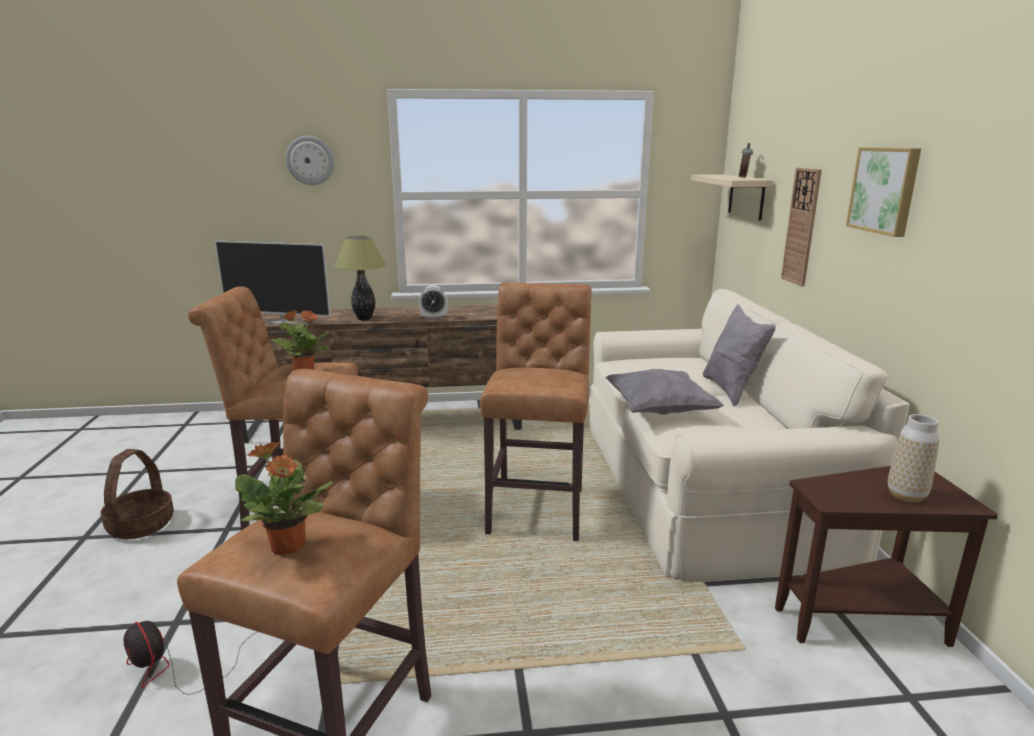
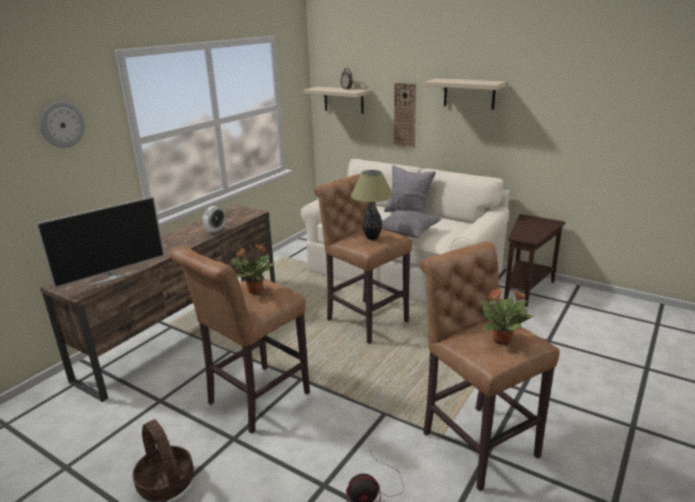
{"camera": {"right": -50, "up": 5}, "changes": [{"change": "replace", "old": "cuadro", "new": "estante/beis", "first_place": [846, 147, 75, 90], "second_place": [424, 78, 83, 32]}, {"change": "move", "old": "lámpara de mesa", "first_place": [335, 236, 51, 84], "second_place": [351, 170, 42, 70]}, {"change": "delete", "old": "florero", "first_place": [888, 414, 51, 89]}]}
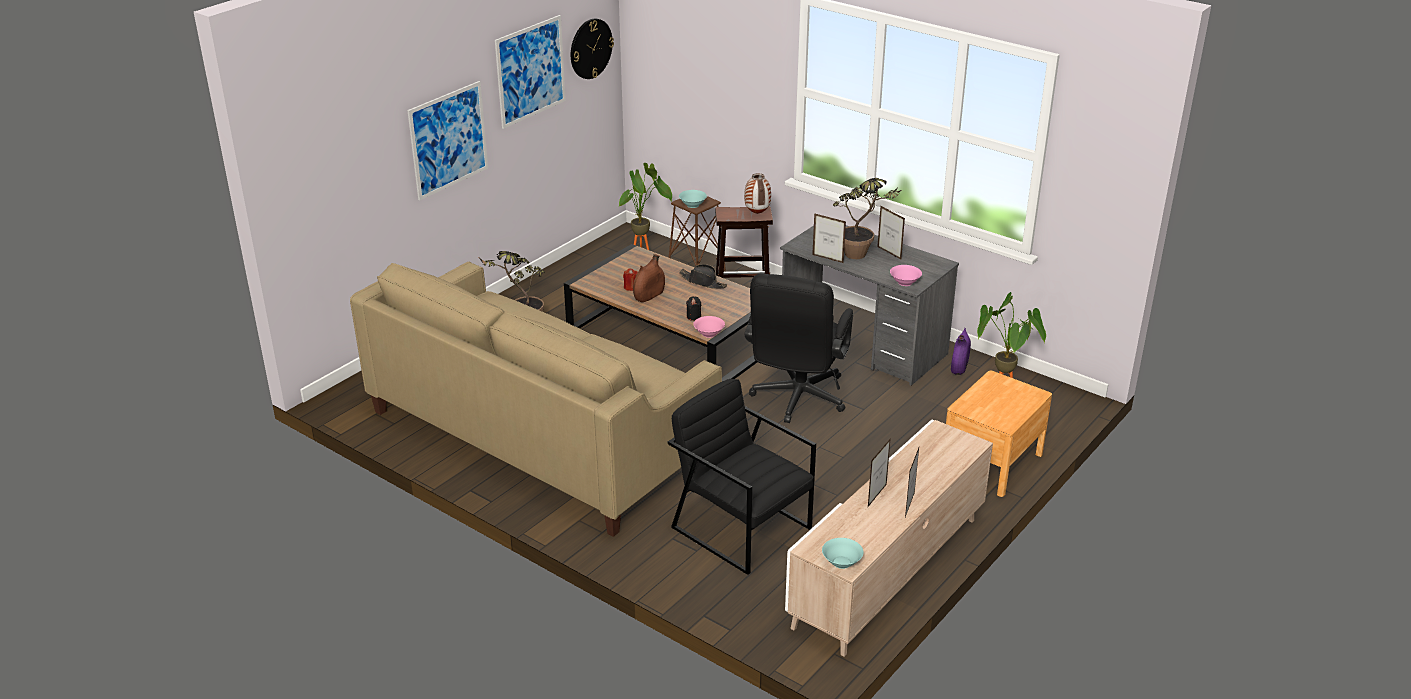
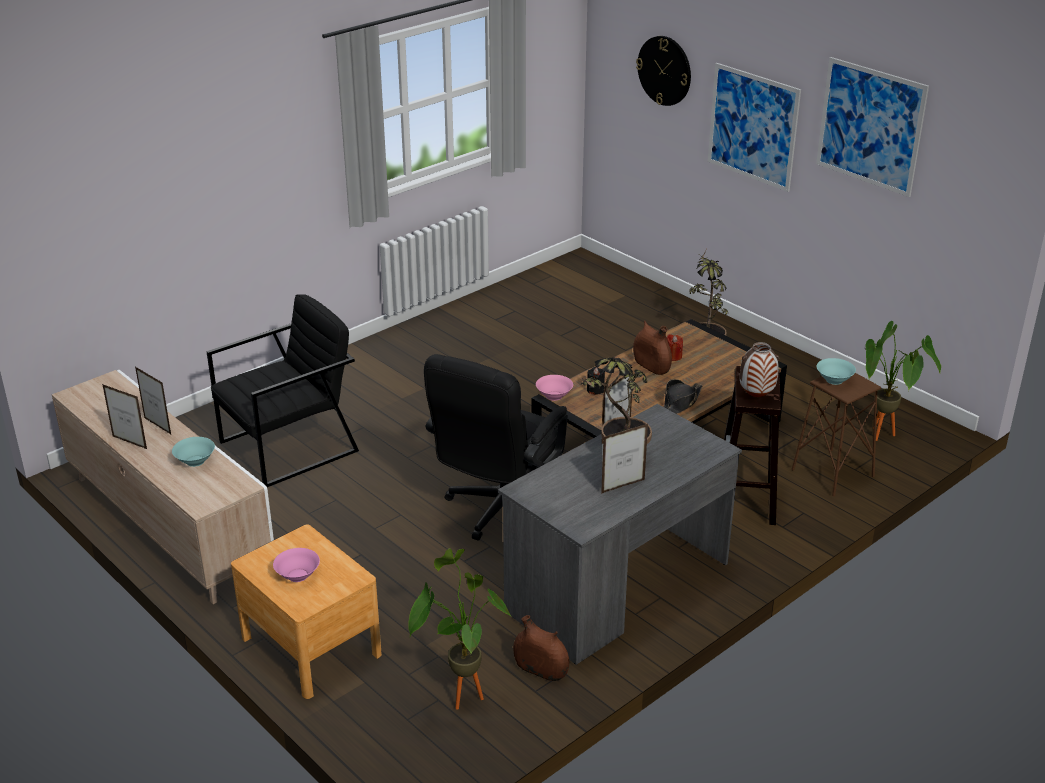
{"camera": {"right": 100, "up": 0}, "changes": [{"change": "move", "old": "reloj de pared", "first_place": [571, 19, 43, 60], "second_place": [636, 36, 55, 70]}, {"change": "delete", "old": "sofá/beis", "first_place": [350, 262, 372, 275]}, {"change": "move", "old": "cuenco/rosa", "first_place": [890, 265, 32, 21], "second_place": [273, 548, 47, 34]}, {"change": "rotate", "old": "silla de oficina/negro", "first_place": [745, 273, 108, 150], "second_place": [424, 354, 144, 187], "degrees": -90}, {"change": "recolor", "old": "florero/morado", "new": "florero/marrón", "first_place": [951, 328, 20, 47], "second_place": [513, 615, 56, 66]}, {"change": "move", "old": "cuenco/turquesa", "first_place": [822, 538, 41, 31], "second_place": [172, 437, 43, 30]}]}
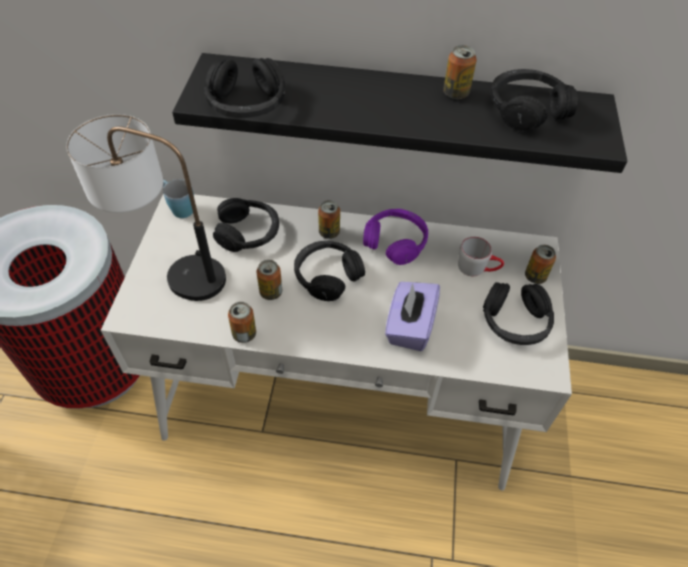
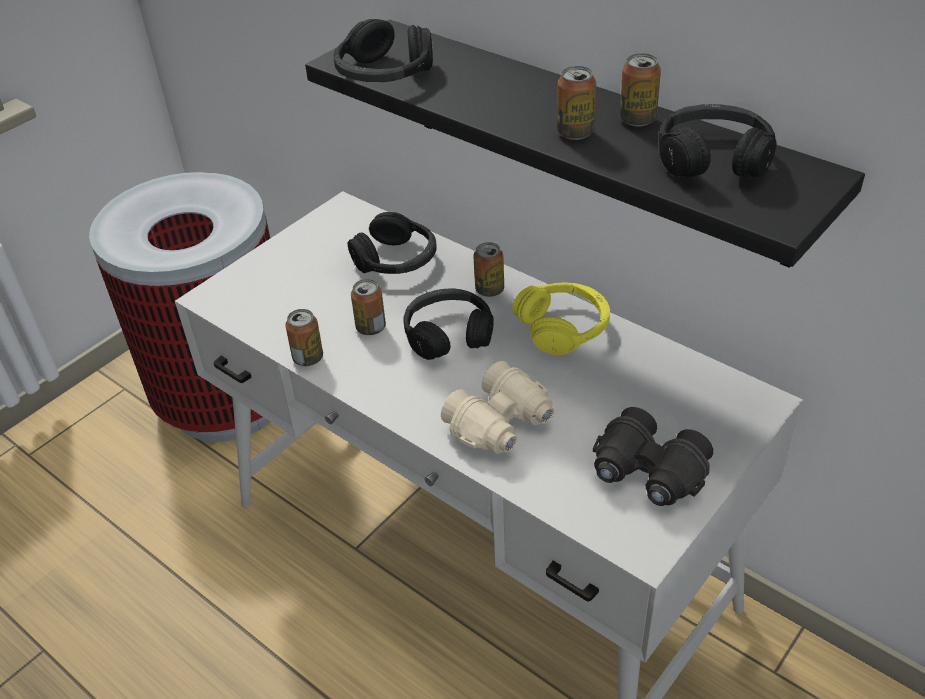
{"camera": {"right": 35, "up": -10}, "changes": [{"change": "delete", "old": "lámpara de mesa", "first_place": [66, 114, 160, 187]}, {"change": "delete", "old": "taza grande/azul", "first_place": [163, 179, 31, 39]}, {"change": "recolor", "old": "auriculares/morado", "new": "auriculares/amarillo", "first_place": [363, 209, 65, 56], "second_place": [512, 283, 98, 72]}, {"change": "delete", "old": "taza grande/gris", "first_place": [458, 236, 46, 40]}, {"change": "move", "old": "lata", "first_place": [525, 245, 31, 39], "second_place": [557, 66, 39, 74]}, {"change": "replace", "old": "caja de pañuelos/morado", "new": "prismáticos/beis", "first_place": [385, 282, 55, 69], "second_place": [441, 361, 113, 93]}, {"change": "replace", "old": "auriculares/negro", "new": "prismáticos/negro", "first_place": [483, 282, 71, 63], "second_place": [593, 407, 120, 99]}]}
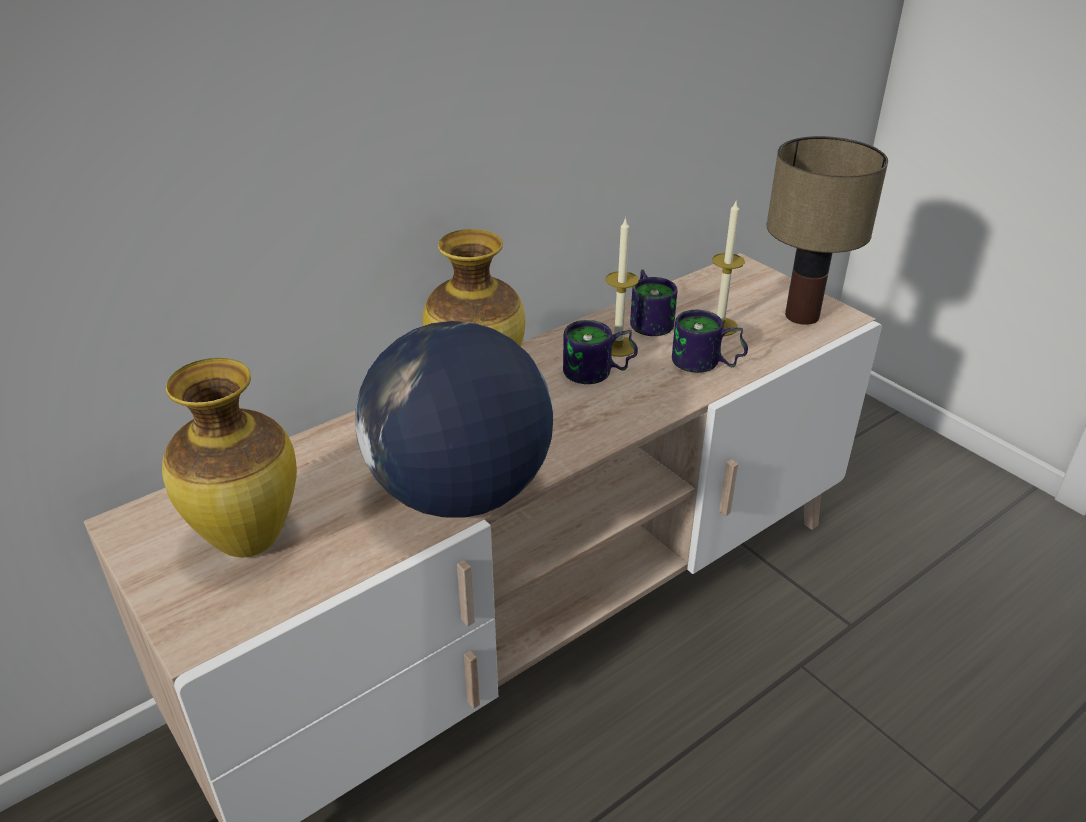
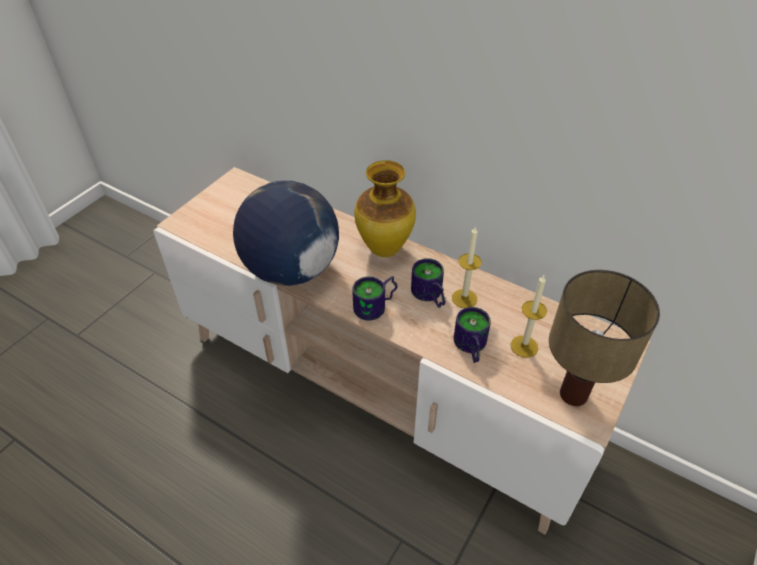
{"camera": {"right": 70, "up": 10}, "changes": [{"change": "move", "old": "taza grande", "first_place": [630, 270, 47, 66], "second_place": [352, 276, 45, 45]}, {"change": "delete", "old": "florero", "first_place": [162, 358, 135, 199]}]}
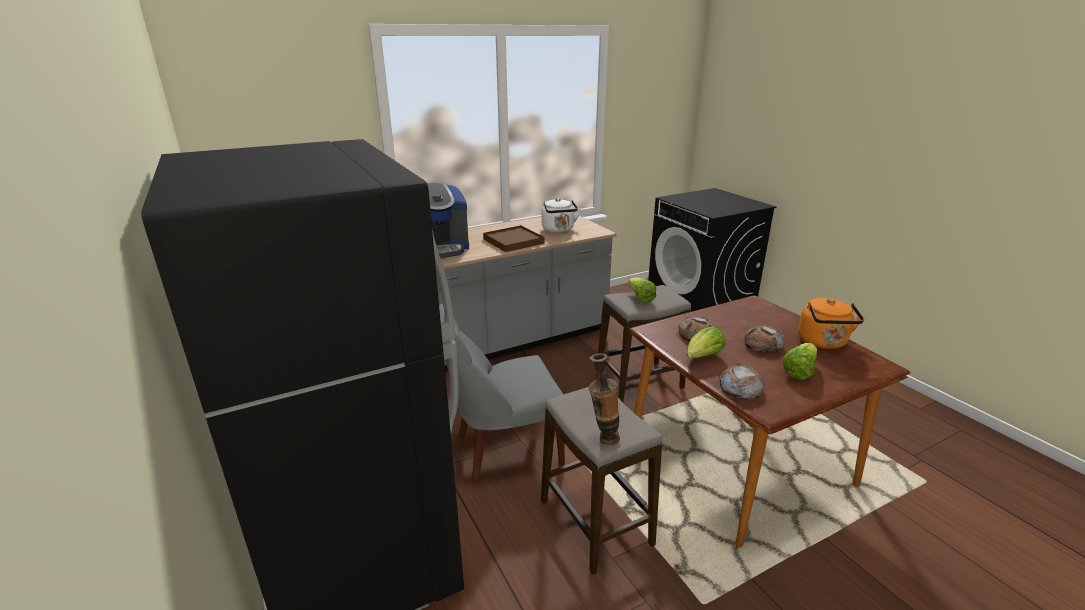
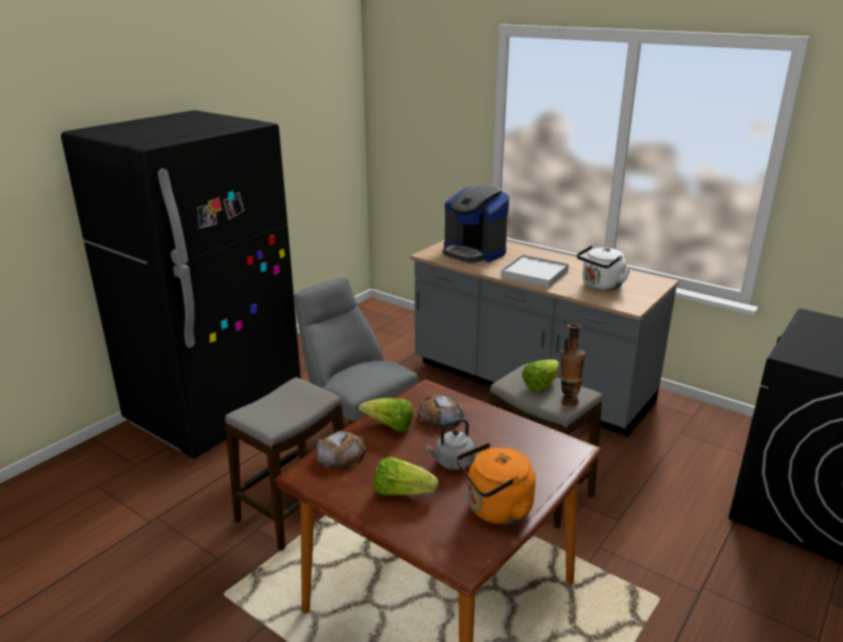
{"camera": {"right": 65, "up": 0}, "changes": [{"change": "recolor", "old": "bandeja/marrón", "new": "bandeja/blanco", "first_place": [483, 225, 61, 27], "second_place": [501, 255, 68, 33]}, {"change": "replace", "old": "pan", "new": "hervidor/gris", "first_place": [744, 325, 40, 28], "second_place": [425, 419, 50, 51]}, {"change": "move", "old": "florero", "first_place": [589, 353, 31, 93], "second_place": [561, 324, 25, 82]}]}
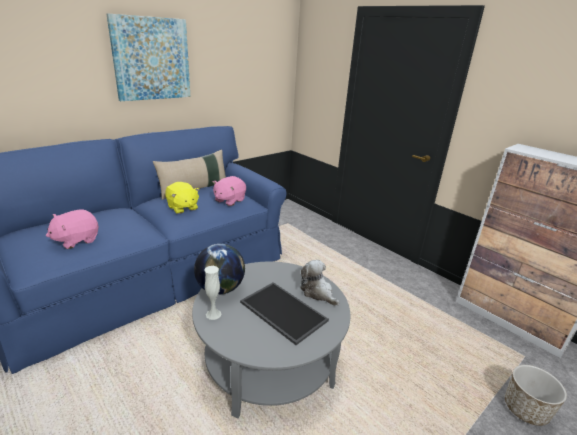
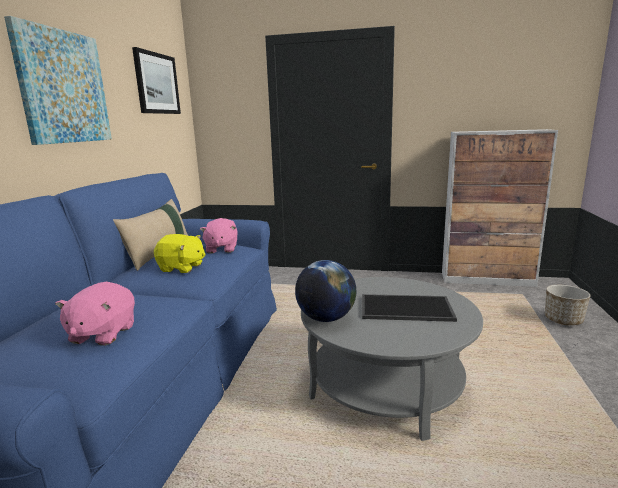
{"camera": {"right": -35, "up": -10}, "changes": [{"change": "delete", "old": "peluche", "first_place": [300, 260, 39, 46]}, {"change": "delete", "old": "florero/blanco", "first_place": [204, 266, 18, 54]}, {"change": "insert", "new": "cuadro", "second_place": [132, 47, 49, 67]}]}
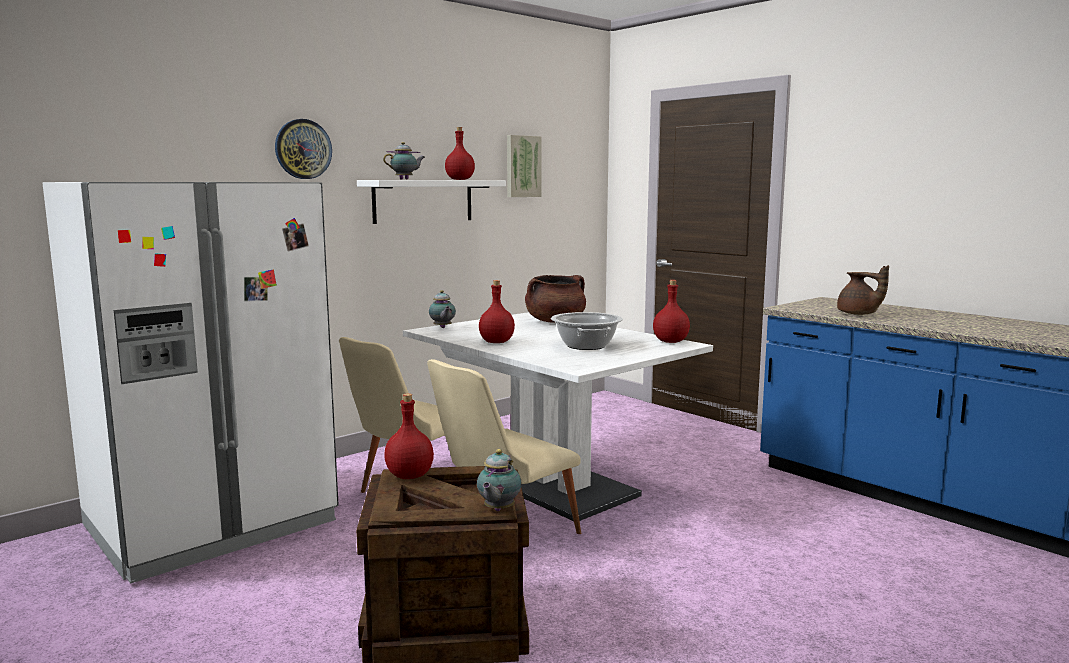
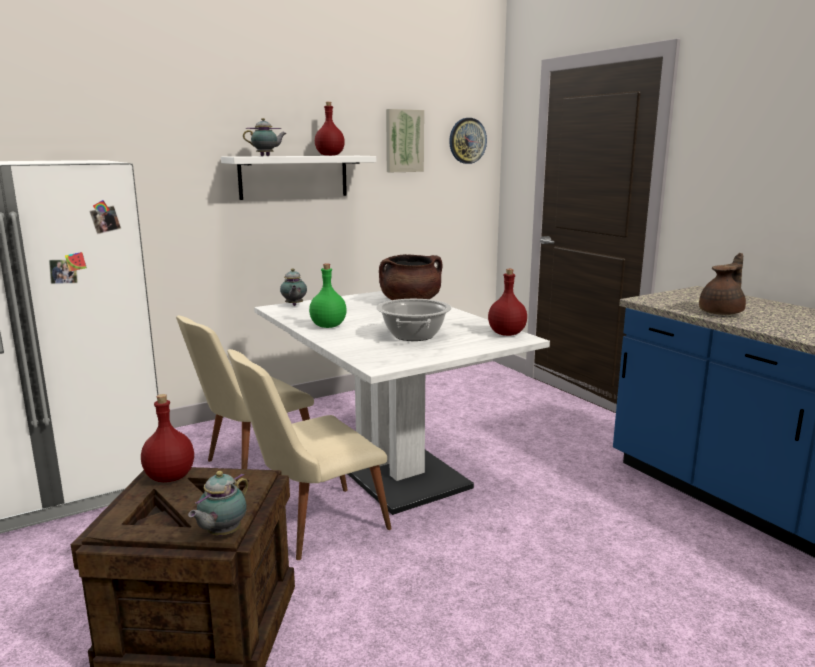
{"camera": {"right": 10, "up": 5}, "changes": [{"change": "move", "old": "reloj de pared", "first_place": [275, 119, 57, 60], "second_place": [449, 118, 38, 46]}, {"change": "rotate", "old": "tetera/marrón", "first_place": [837, 265, 52, 50], "second_place": [699, 253, 47, 62], "degrees": -105}, {"change": "recolor", "old": "botella/rojo", "new": "botella/verde", "first_place": [479, 280, 36, 63], "second_place": [309, 263, 38, 65]}]}
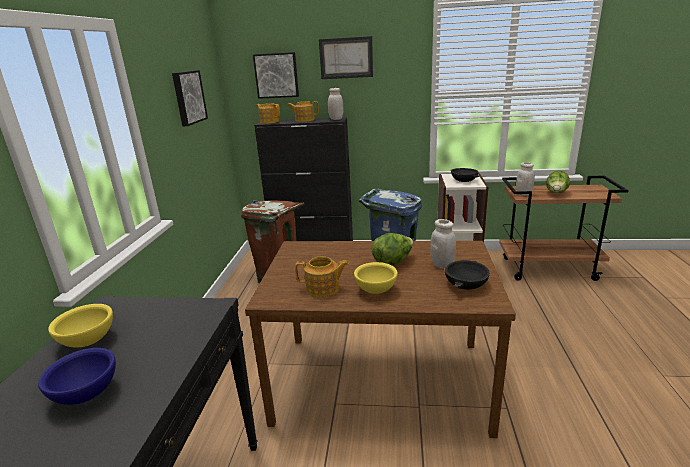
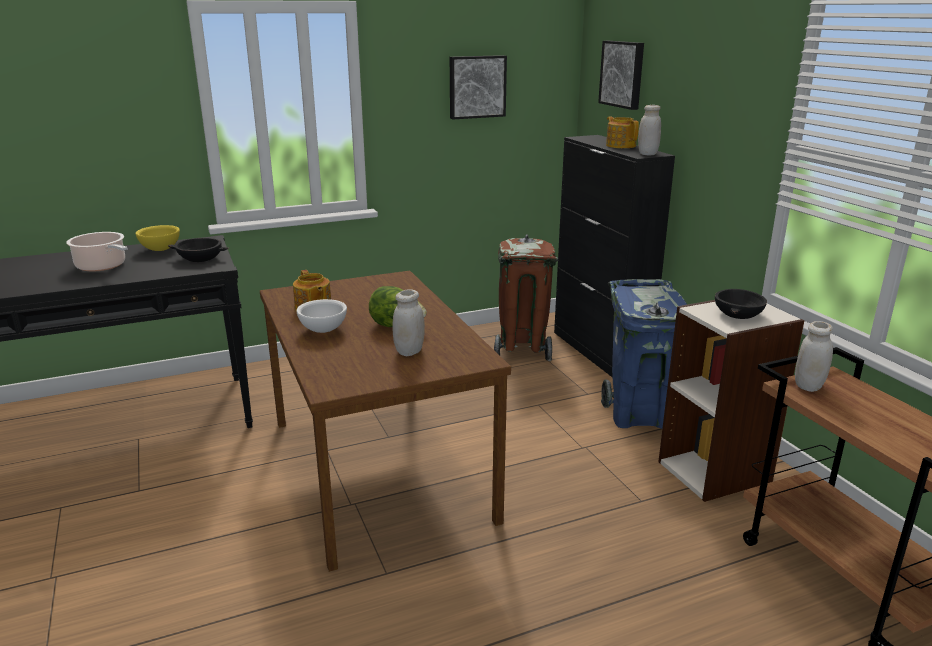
{"camera": {"right": 60, "up": 0}, "changes": [{"change": "delete", "old": "cuadro", "first_place": [319, 36, 54, 43]}, {"change": "delete", "old": "tetera", "first_place": [256, 103, 24, 21]}, {"change": "delete", "old": "lechuga", "first_place": [546, 171, 24, 22]}, {"change": "move", "old": "cuenco/negro", "first_place": [445, 260, 45, 30], "second_place": [168, 238, 61, 24]}, {"change": "recolor", "old": "cuenco/amarillo", "new": "cuenco/blanco", "first_place": [354, 262, 44, 32], "second_place": [296, 299, 51, 34]}, {"change": "replace", "old": "cuenco/azul", "new": "olla", "first_place": [38, 348, 78, 57], "second_place": [66, 232, 62, 39]}]}
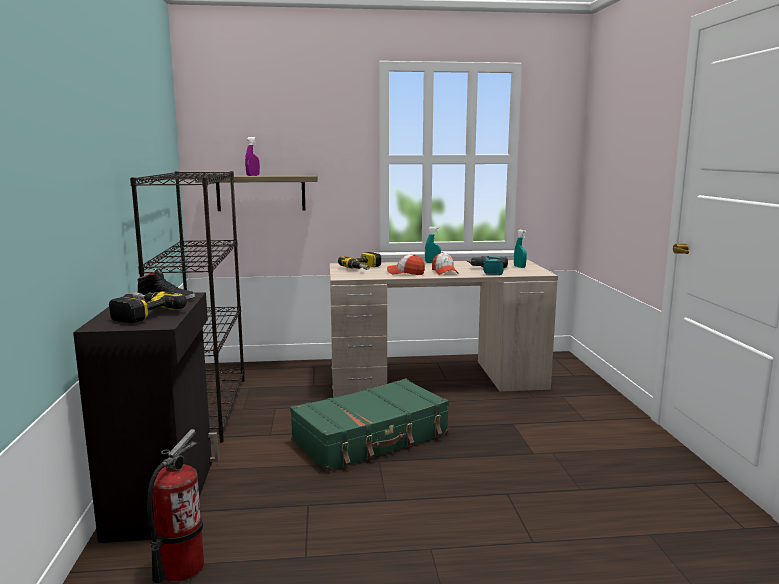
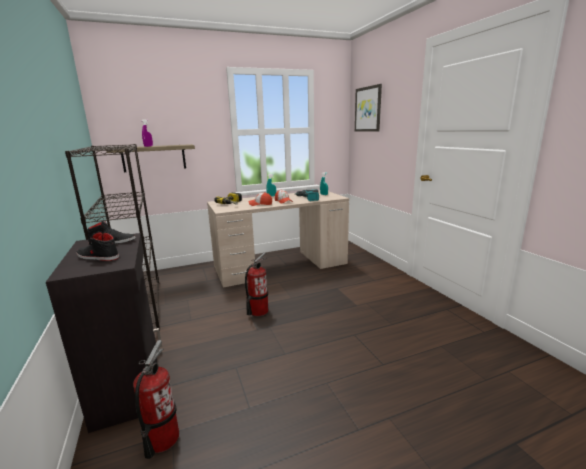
{"camera": {"right": -15, "up": 5}, "changes": [{"change": "replace", "old": "taladro", "new": "zapato/negro", "first_place": [109, 291, 78, 32], "second_place": [76, 231, 43, 30]}, {"change": "replace", "old": "maleta/verde", "new": "extintor", "first_place": [290, 378, 159, 94], "second_place": [245, 252, 23, 64]}, {"change": "insert", "new": "cuadro", "second_place": [355, 84, 27, 48]}]}
